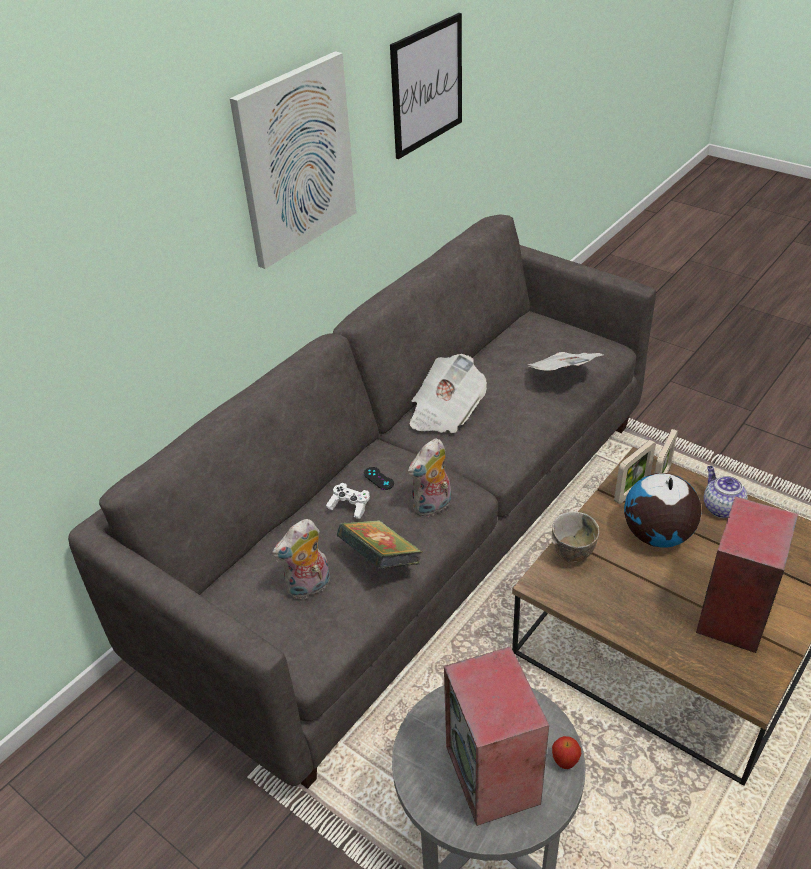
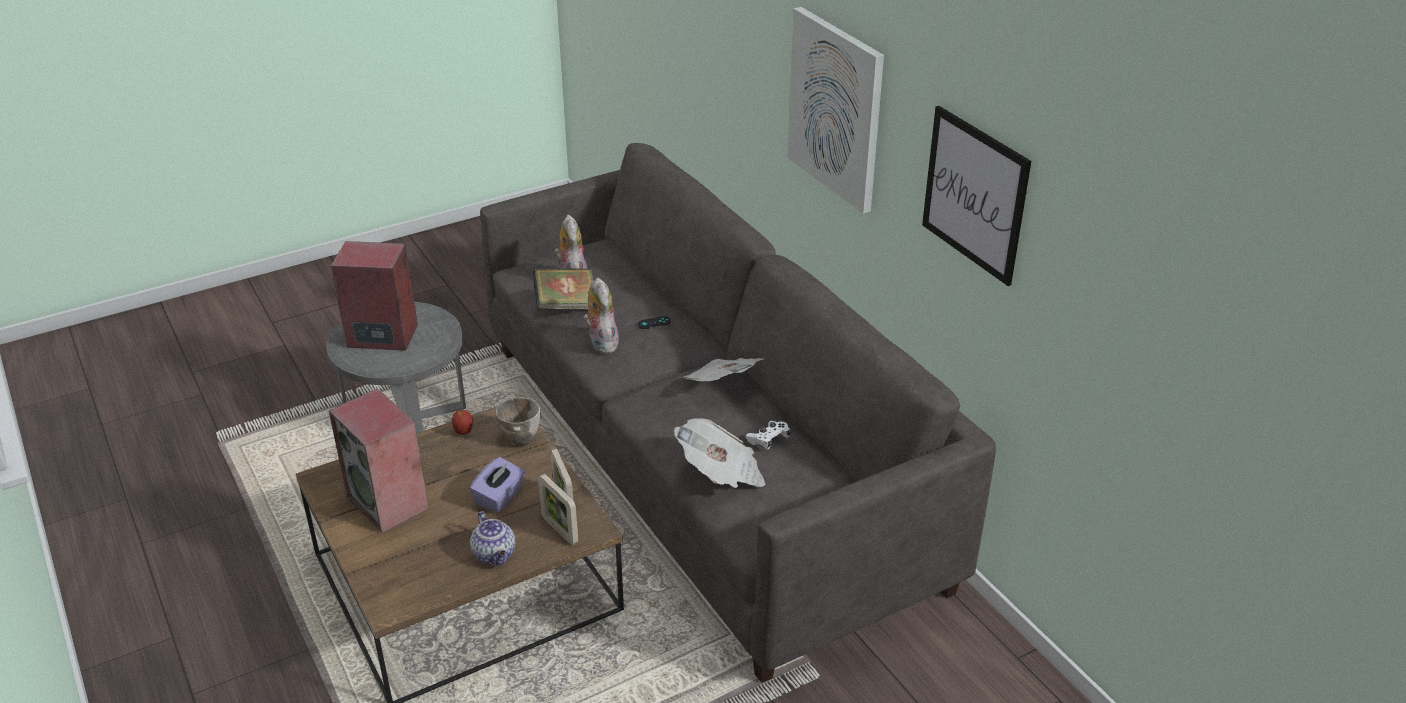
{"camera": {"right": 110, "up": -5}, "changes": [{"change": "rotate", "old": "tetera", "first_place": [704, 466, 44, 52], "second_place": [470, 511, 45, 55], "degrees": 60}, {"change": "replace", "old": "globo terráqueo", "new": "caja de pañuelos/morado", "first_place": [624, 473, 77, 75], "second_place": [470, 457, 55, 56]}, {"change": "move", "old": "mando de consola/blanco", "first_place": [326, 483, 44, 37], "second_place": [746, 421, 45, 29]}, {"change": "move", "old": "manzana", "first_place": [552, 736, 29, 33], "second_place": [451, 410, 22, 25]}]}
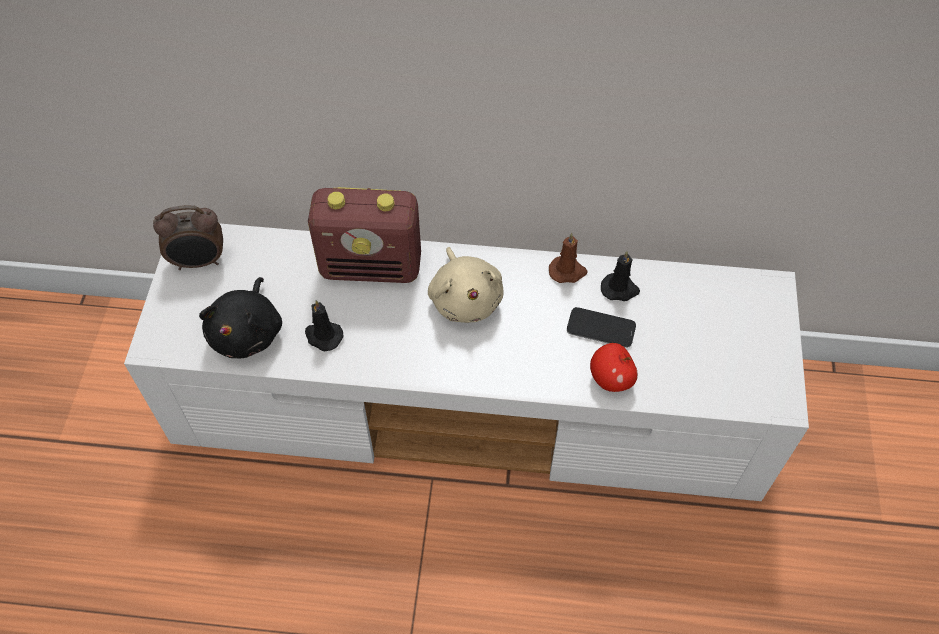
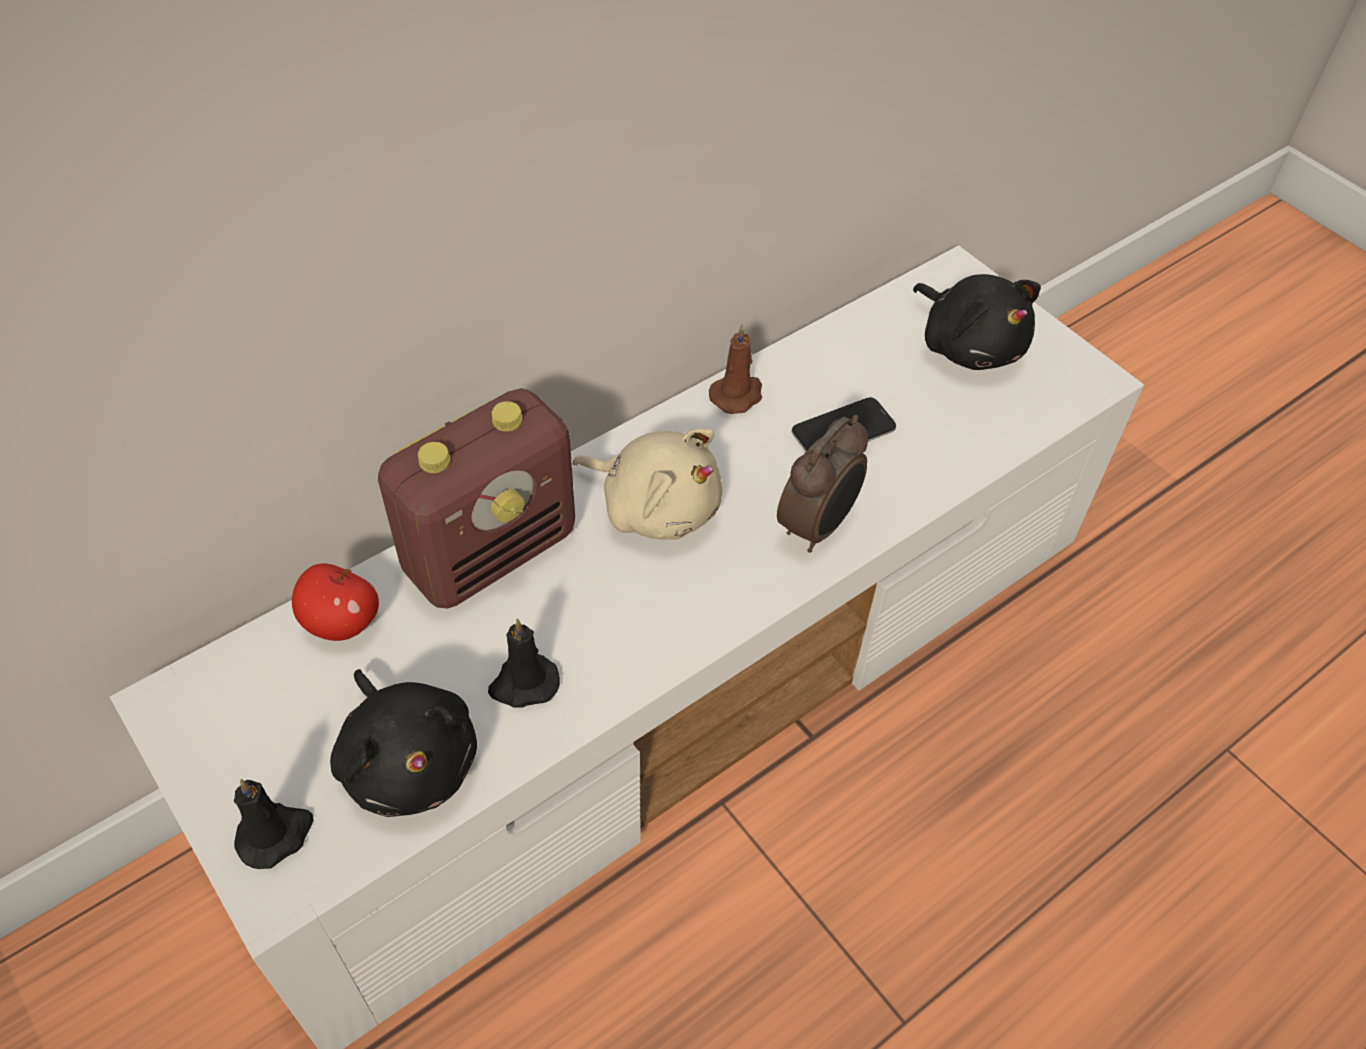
{"camera": {"right": -45, "up": -5}, "changes": [{"change": "move", "old": "despertador", "first_place": [153, 205, 70, 65], "second_place": [777, 415, 91, 138]}, {"change": "move", "old": "vela/negro", "first_place": [601, 251, 39, 50], "second_place": [234, 779, 80, 90]}, {"change": "move", "old": "manzana", "first_place": [590, 343, 48, 49], "second_place": [292, 563, 87, 78]}, {"change": "insert", "new": "peluche/negro", "second_place": [913, 274, 128, 96]}]}
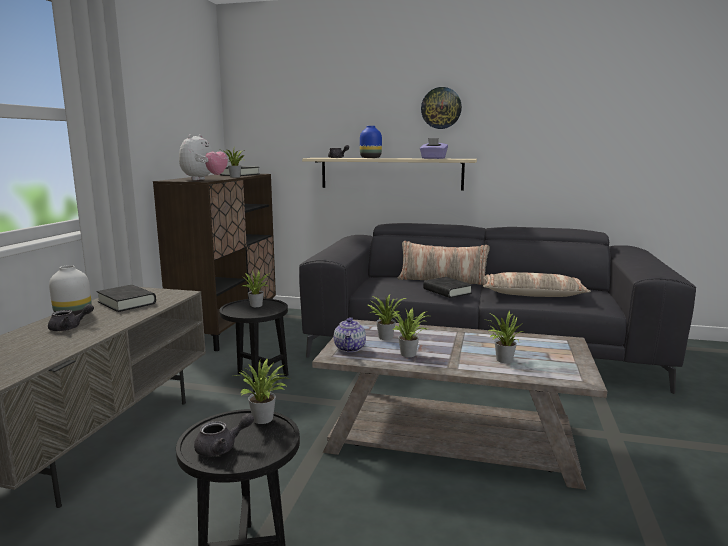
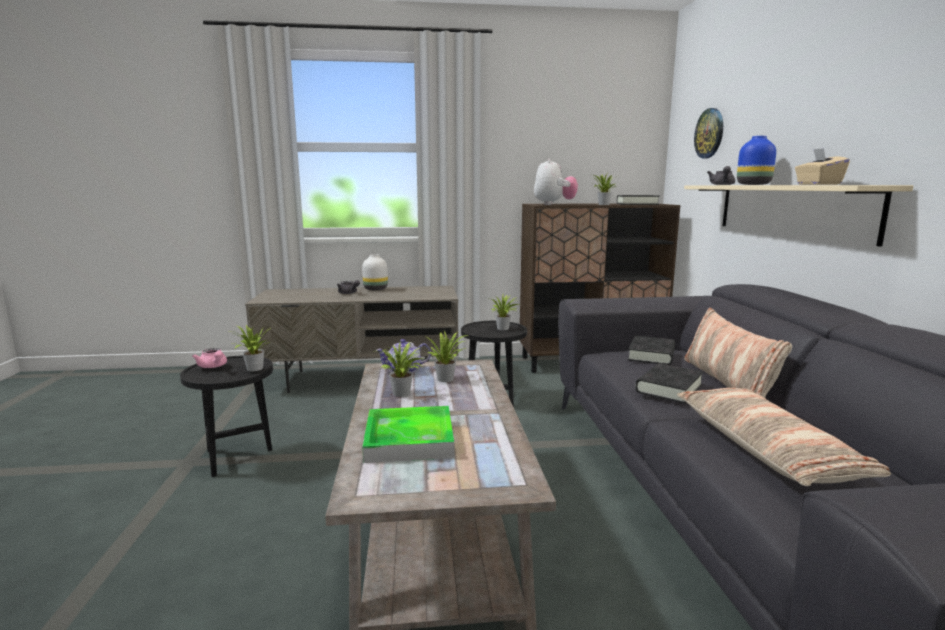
{"camera": {"right": 70, "up": 0}, "changes": [{"change": "move", "old": "reloj de pared", "first_place": [421, 87, 41, 42], "second_place": [694, 108, 29, 51]}, {"change": "rotate", "old": "peluche", "first_place": [179, 134, 49, 46], "second_place": [534, 159, 44, 46], "degrees": -75}, {"change": "recolor", "old": "caja de pañuelos/morado", "new": "caja de pañuelos/beis", "first_place": [420, 138, 28, 21], "second_place": [795, 148, 55, 37]}, {"change": "move", "old": "libro/negro", "first_place": [97, 285, 59, 27], "second_place": [628, 335, 47, 30]}, {"change": "replace", "old": "planta en maceta", "new": "bandeja", "first_place": [487, 311, 37, 52], "second_place": [362, 406, 92, 57]}, {"change": "recolor", "old": "tetera/gris", "new": "tetera/rosa", "first_place": [194, 413, 60, 43], "second_place": [192, 348, 35, 20]}]}
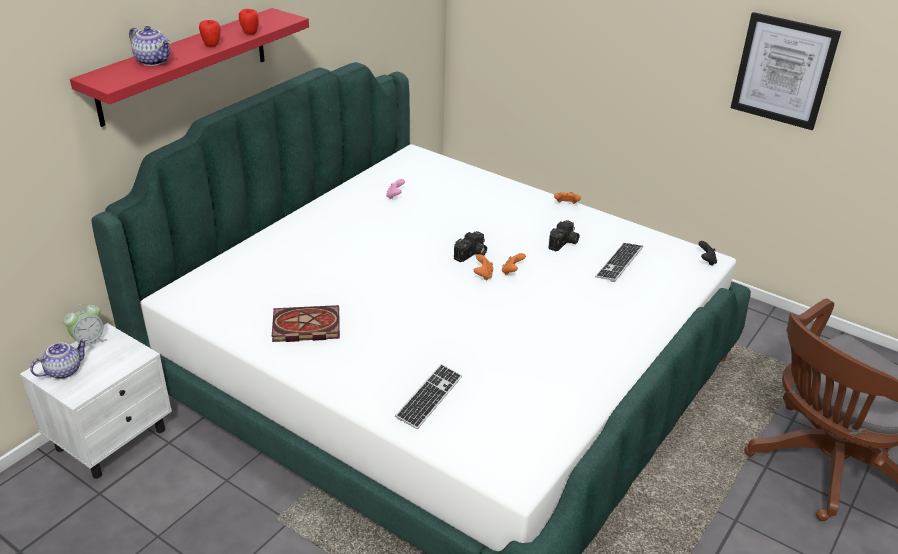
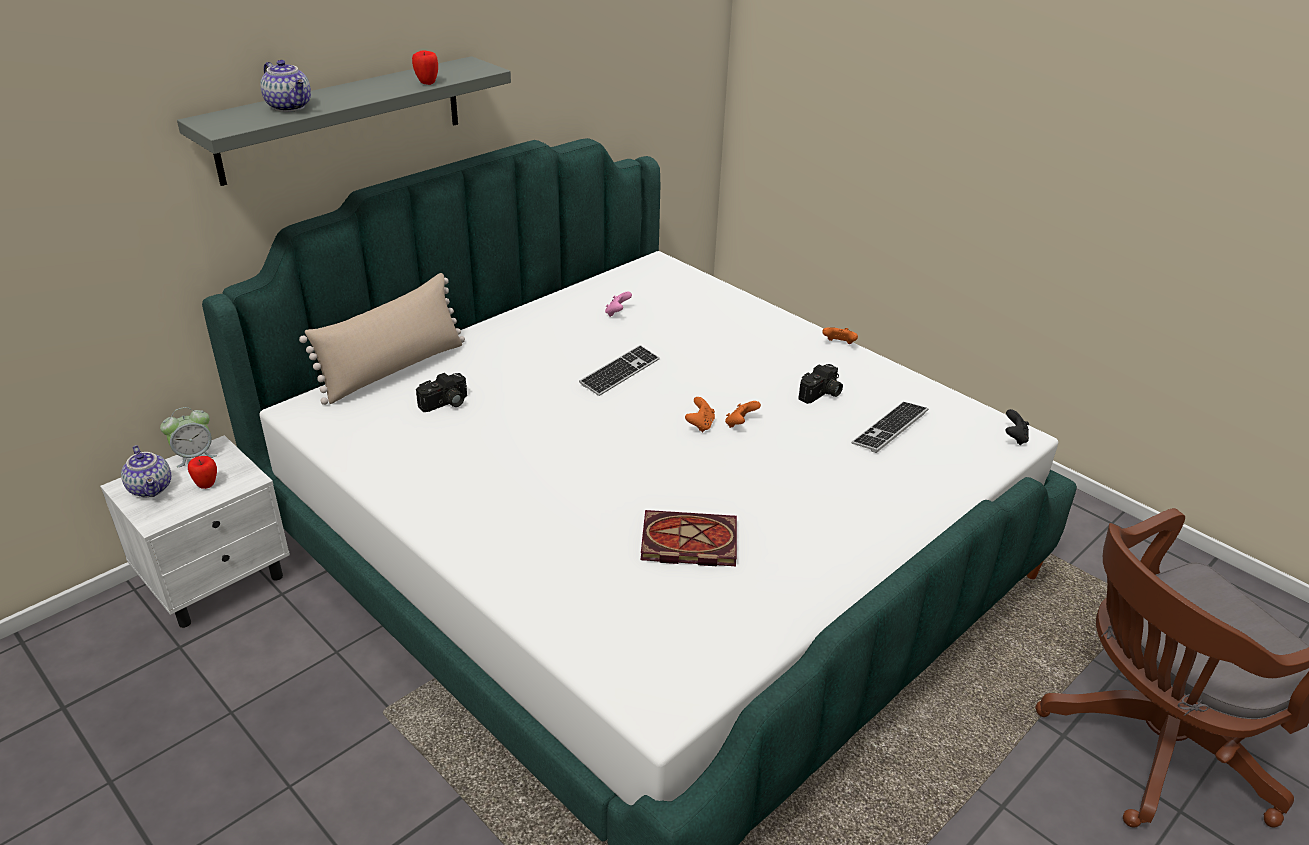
{"camera": {"right": 10, "up": 0}, "changes": [{"change": "recolor", "old": "estante/rojo", "new": "estante/gris", "first_place": [70, 8, 239, 119], "second_place": [177, 56, 334, 130]}, {"change": "delete", "old": "cuadro", "first_place": [731, 12, 110, 118]}, {"change": "move", "old": "manzana", "first_place": [199, 20, 22, 27], "second_place": [188, 456, 29, 33]}, {"change": "move", "old": "cámara", "first_place": [454, 231, 33, 31], "second_place": [416, 373, 51, 39]}, {"change": "move", "old": "libro", "first_place": [272, 305, 68, 37], "second_place": [641, 510, 96, 56]}, {"change": "rotate", "old": "tetera", "first_place": [30, 338, 58, 41], "second_place": [121, 445, 50, 52], "degrees": 90}, {"change": "move", "old": "teclado", "first_place": [395, 364, 67, 65], "second_place": [579, 345, 81, 51]}, {"change": "insert", "new": "cojín/beis", "second_place": [299, 273, 166, 132]}]}
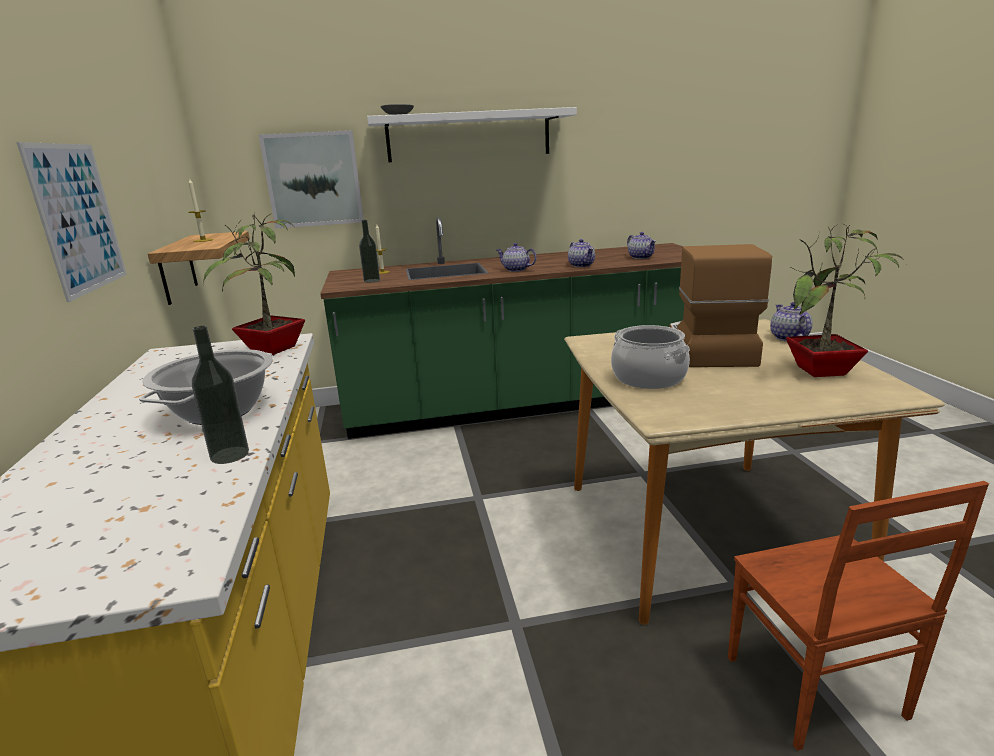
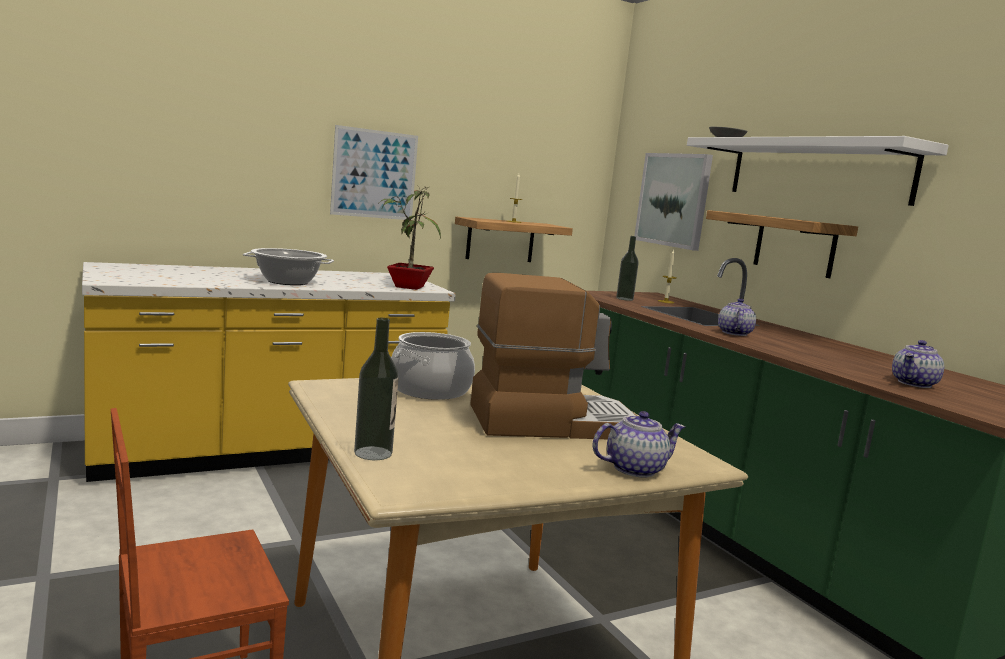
{"camera": {"right": 70, "up": -10}, "changes": [{"change": "delete", "old": "planta en maceta", "first_place": [786, 223, 119, 154]}, {"change": "delete", "old": "tetera", "first_place": [568, 239, 27, 28]}, {"change": "move", "old": "botella", "first_place": [192, 326, 57, 138], "second_place": [354, 318, 45, 142]}, {"change": "insert", "new": "estante", "second_place": [706, 210, 152, 68]}]}
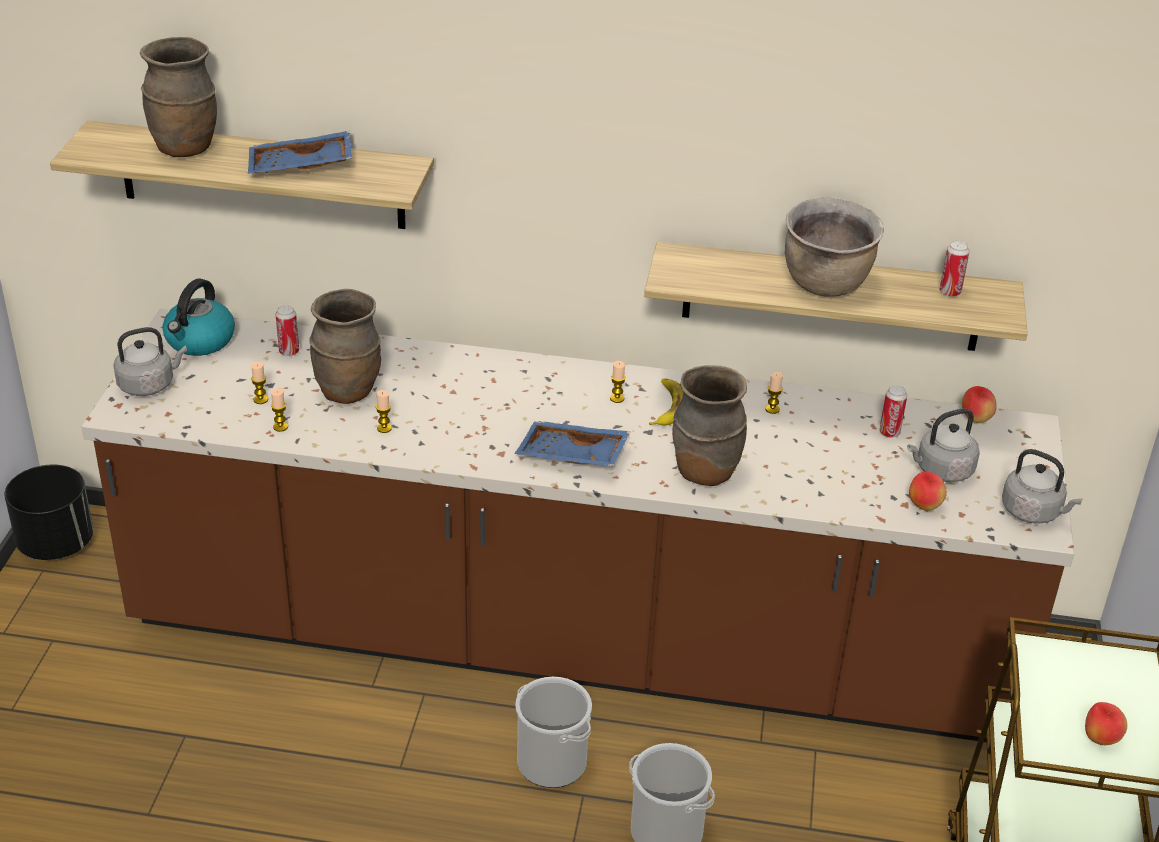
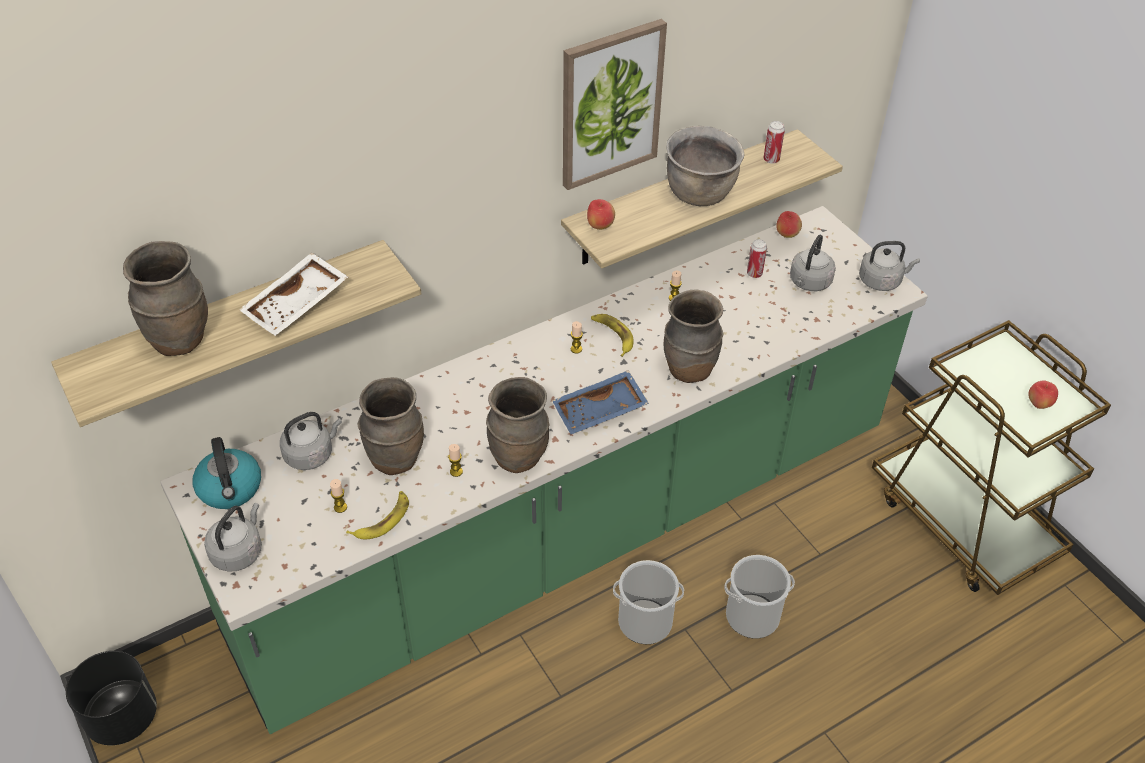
{"camera": {"right": -40, "up": 10}, "changes": [{"change": "recolor", "old": "bandeja/azul", "new": "bandeja/blanco", "first_place": [248, 131, 104, 43], "second_place": [239, 252, 109, 84]}, {"change": "replace", "old": "lata", "new": "hervidor/gris", "first_place": [276, 305, 23, 51], "second_place": [280, 412, 62, 58]}, {"change": "recolor", "old": "mueble bajo de cocina/marrón", "new": "mueble bajo de cocina/verde", "first_place": [82, 309, 992, 433], "second_place": [160, 206, 768, 528]}, {"change": "replace", "old": "vela", "new": "plátano", "first_place": [271, 388, 17, 44], "second_place": [346, 491, 63, 48]}, {"change": "move", "old": "manzana", "first_place": [909, 472, 38, 39], "second_place": [587, 199, 28, 31]}, {"change": "insert", "new": "cuadro", "second_place": [563, 19, 104, 171]}, {"change": "insert", "new": "florero/marrón", "second_place": [486, 377, 63, 96]}]}
